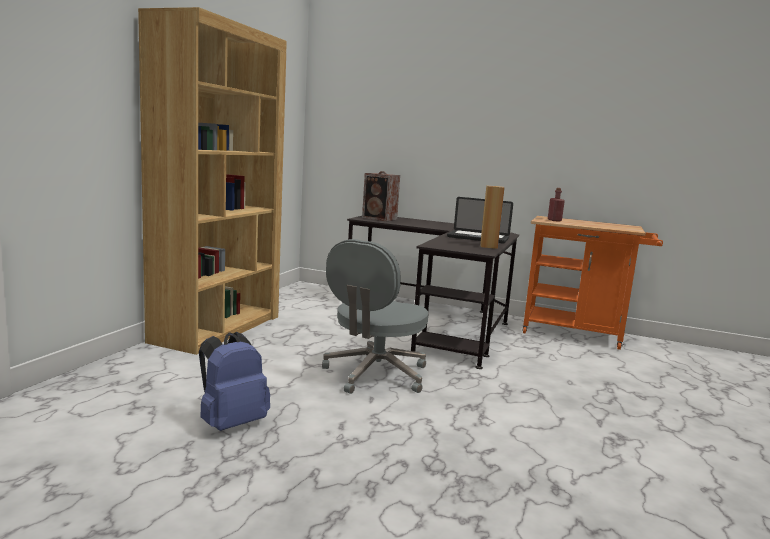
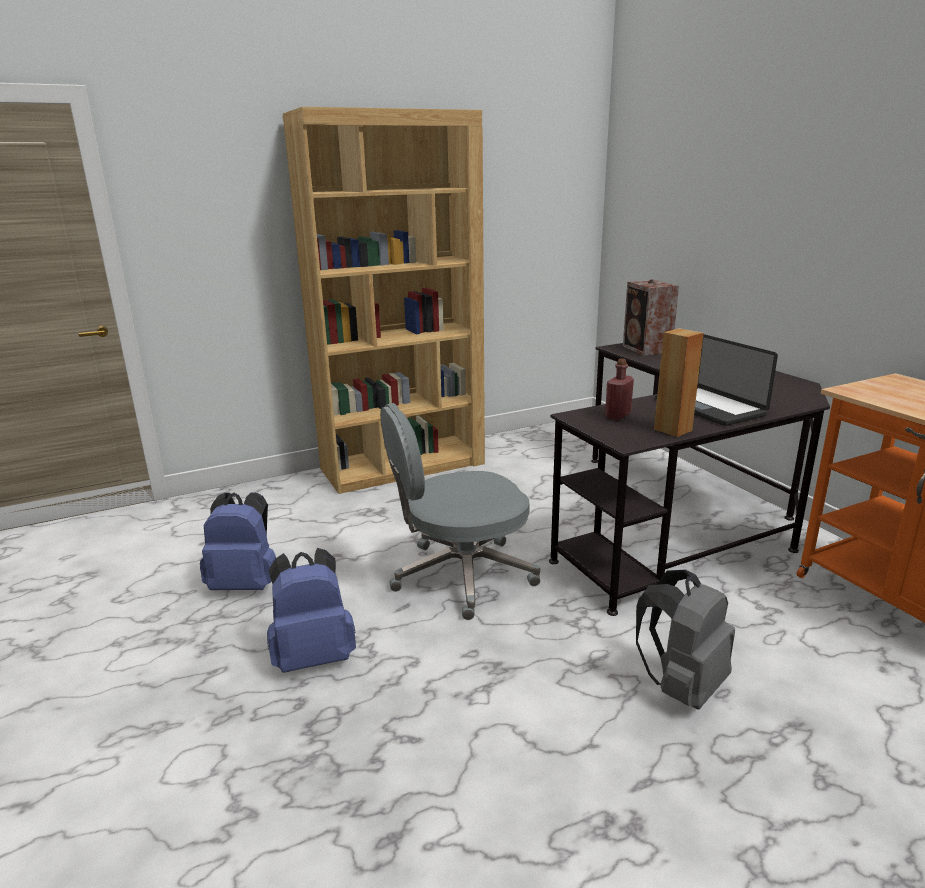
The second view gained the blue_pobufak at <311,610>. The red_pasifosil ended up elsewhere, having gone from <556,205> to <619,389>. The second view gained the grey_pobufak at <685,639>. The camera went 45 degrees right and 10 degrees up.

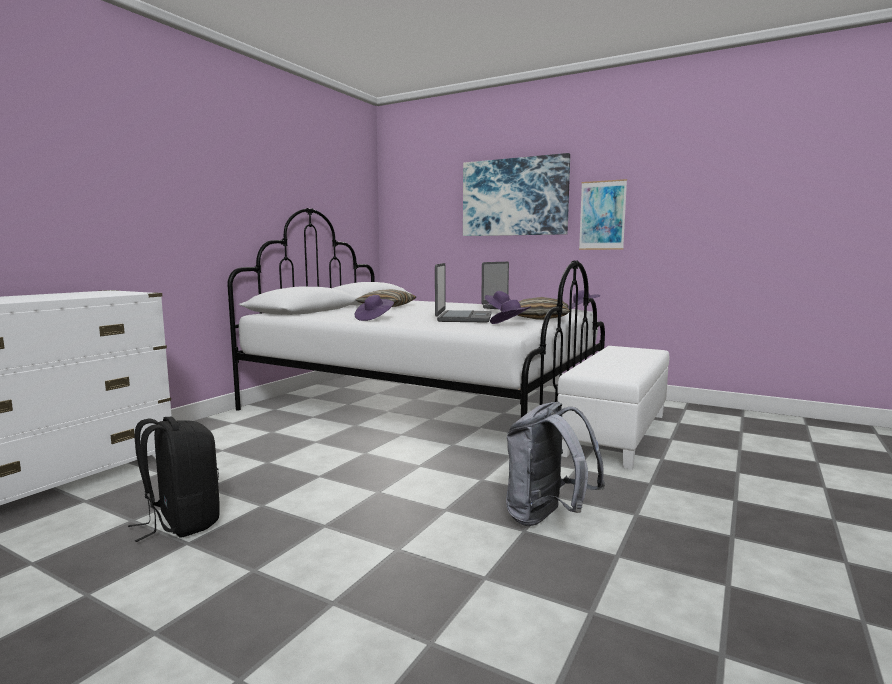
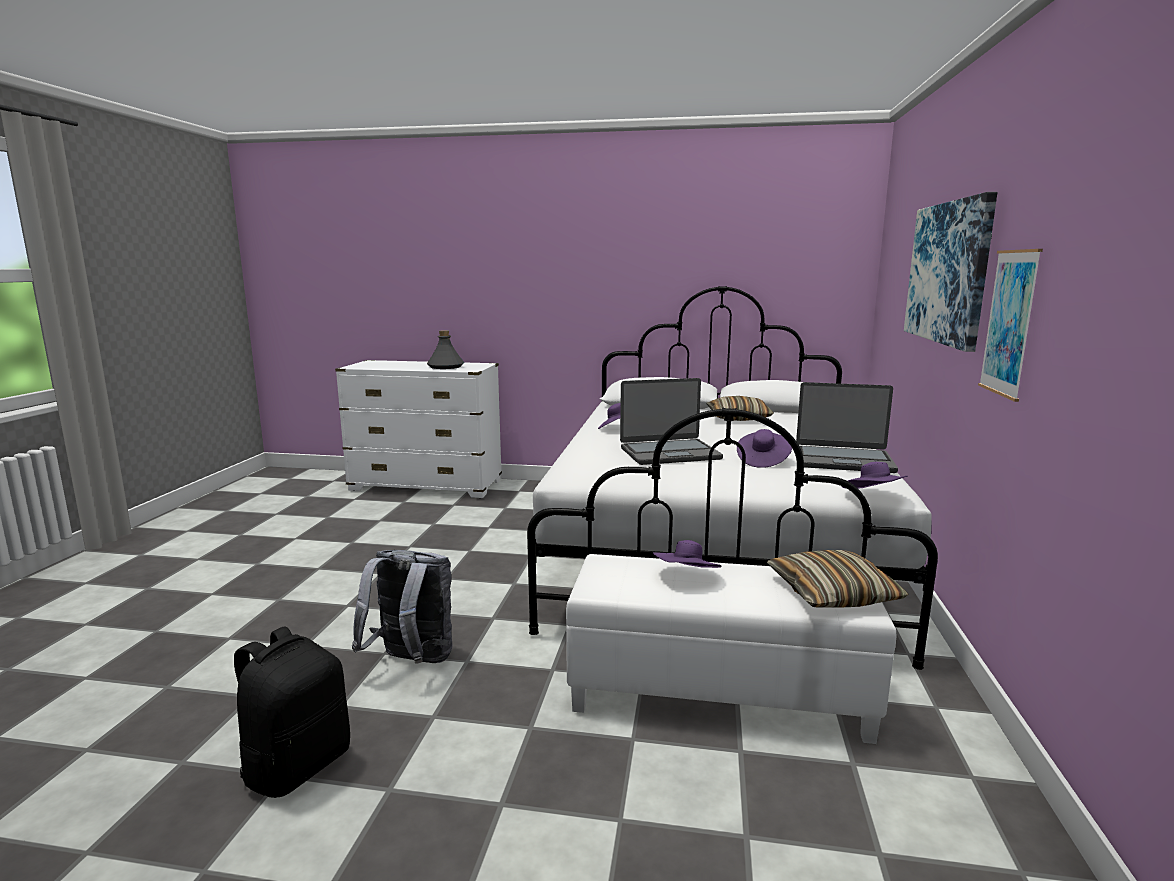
The black_pobufak ended up elsewhere, having gone from <174,479> to <292,712>. The second view gained the grey_pasifosil at <445,349>. The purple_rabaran ended up elsewhere, having gone from <510,312> to <687,554>. The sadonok ended up elsewhere, having gone from <543,308> to <838,579>. The camera went 70 degrees right and 5 degrees up.

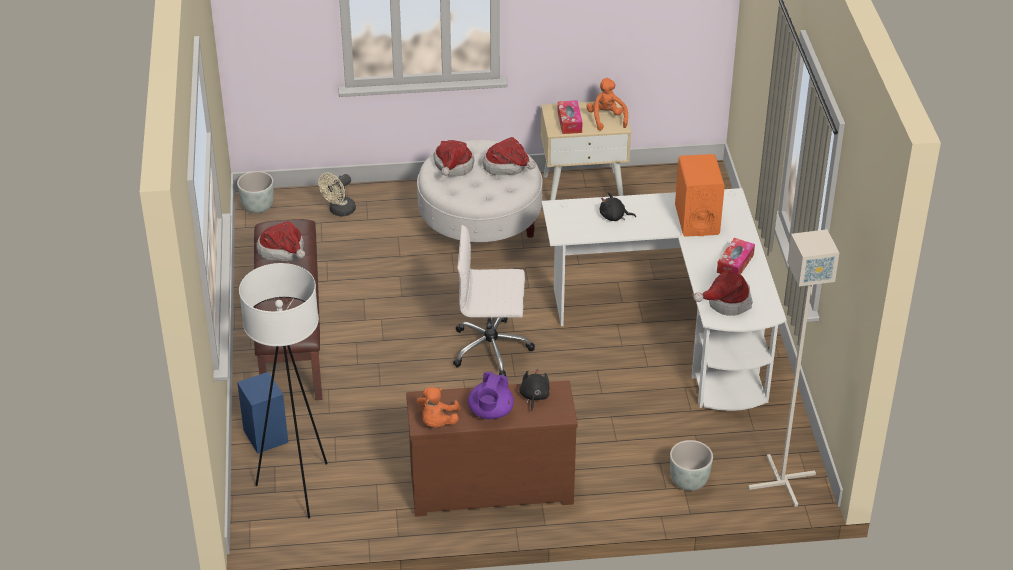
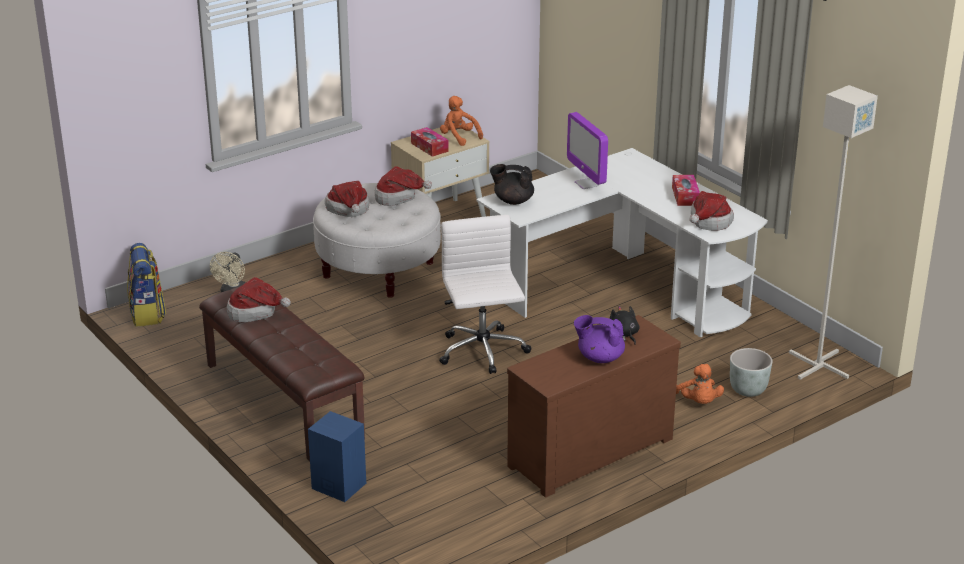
Where the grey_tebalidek stood at <255,192>, the pobufak came to stand at <146,285>. The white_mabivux at <494,301> ended up facing another way, 105 degrees clockwise from before. The second view gained the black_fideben at <512,184>. The second view gained the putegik at <587,150>. The purple_fideben at <491,395> ended up facing another way, 120 degrees clockwise from before. The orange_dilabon ended up elsewhere, having gone from <438,407> to <700,384>. The second view lost the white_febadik at <283,390>. The second view lost the black_dilabon at <618,206>. The second view lost the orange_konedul at <700,195>. The camera went 30 degrees left and 10 degrees down.

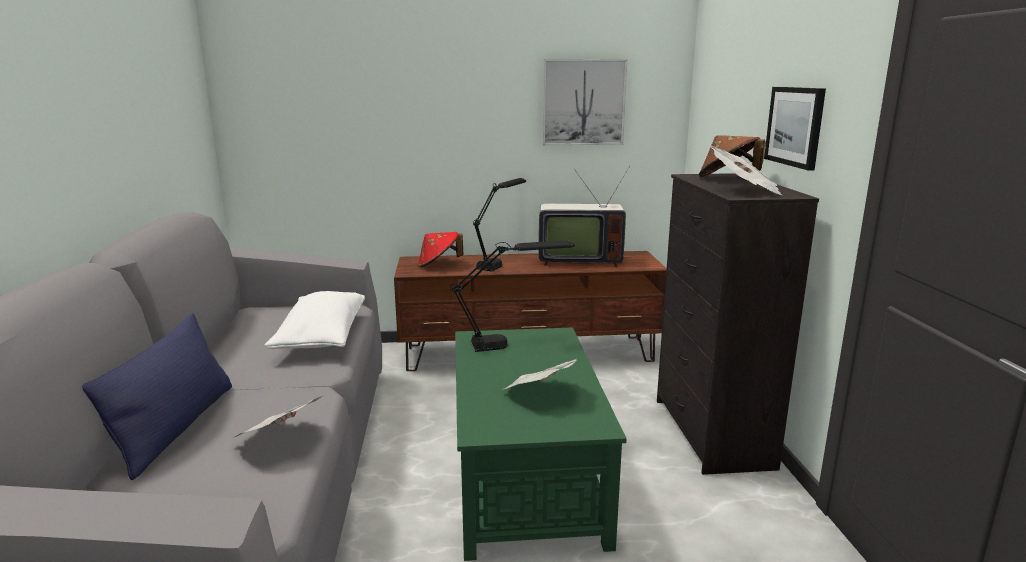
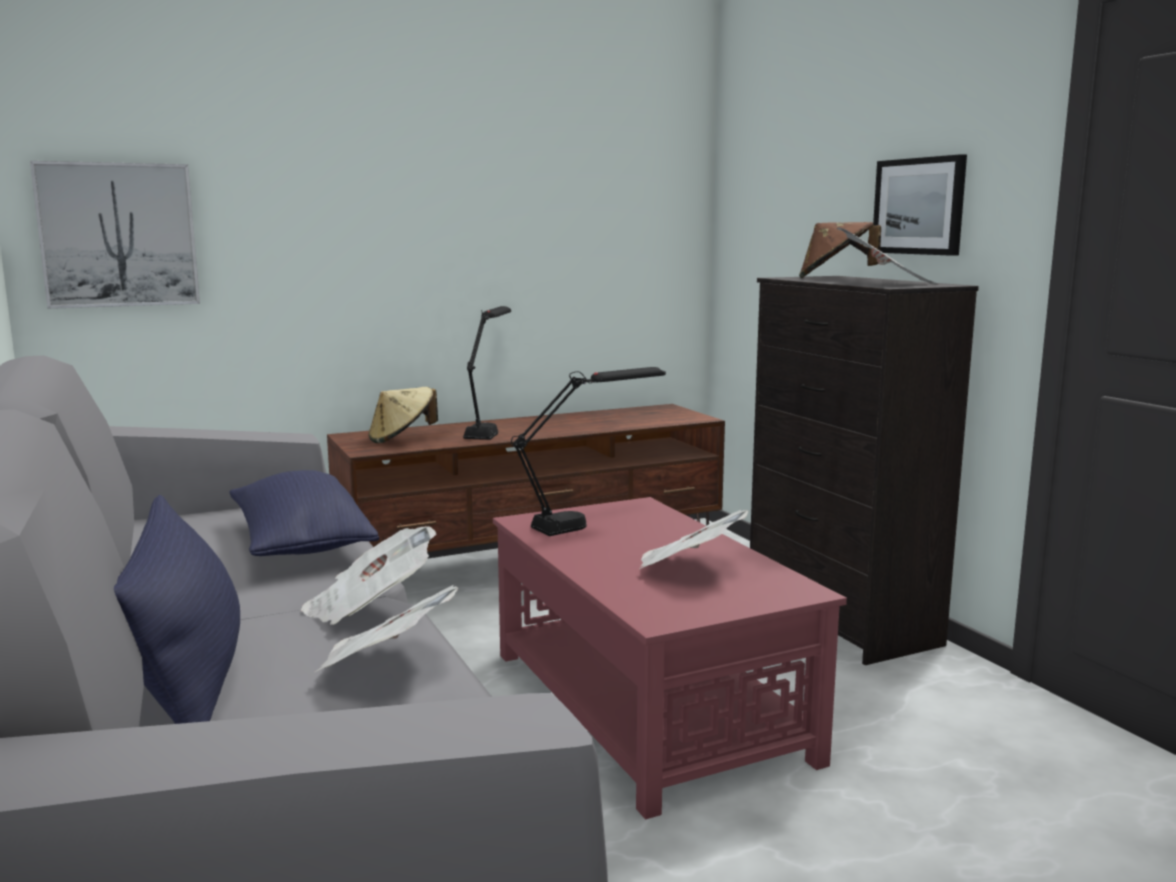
The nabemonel ended up elsewhere, having gone from <584,102> to <115,235>. What was the white_sadonok at <314,320> turned into the blue_sadonok at <304,513>. The second view gained the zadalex at <368,575>. What was the red_rabaran at <440,250> turned into the beige_rabaran at <403,415>. What was the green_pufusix at <541,444> turned into the red_pufusix at <670,658>. The second view lost the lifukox at <584,216>. The camera went 20 degrees left and 5 degrees down.

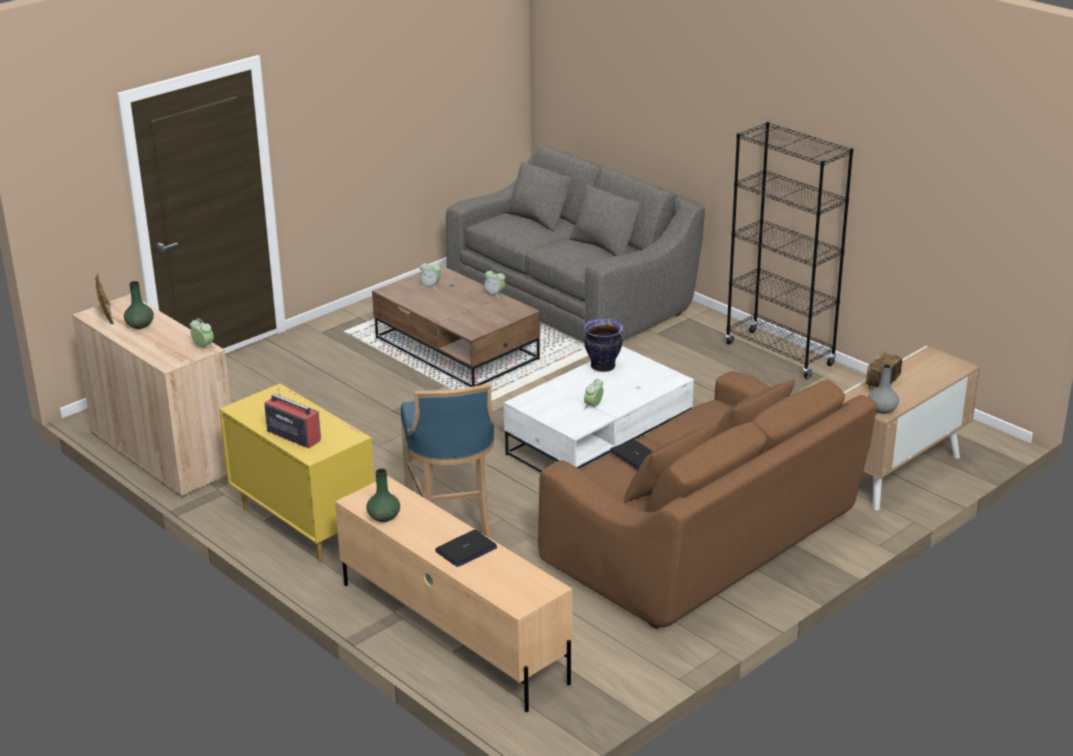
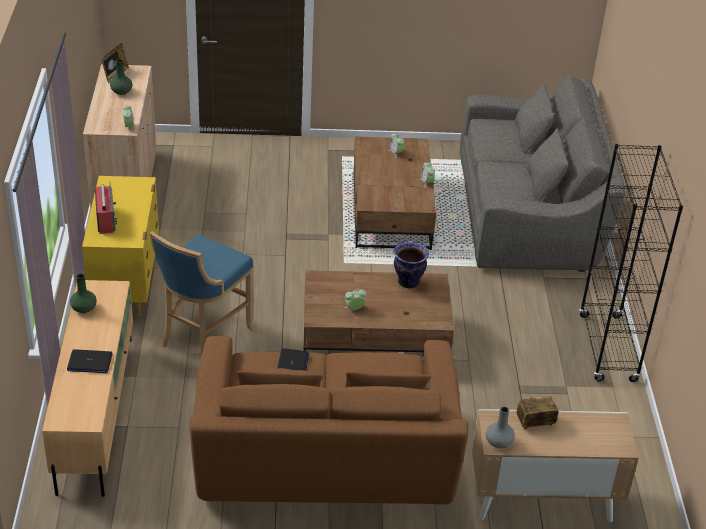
What was the white_pufusix at <599,409> turned into the brown_pufusix at <379,311>. The camera went 40 degrees right and 10 degrees up.

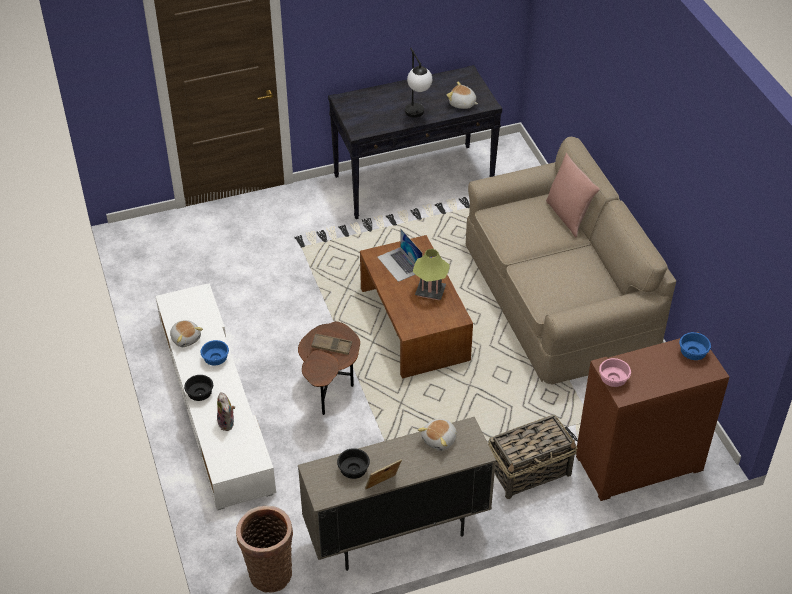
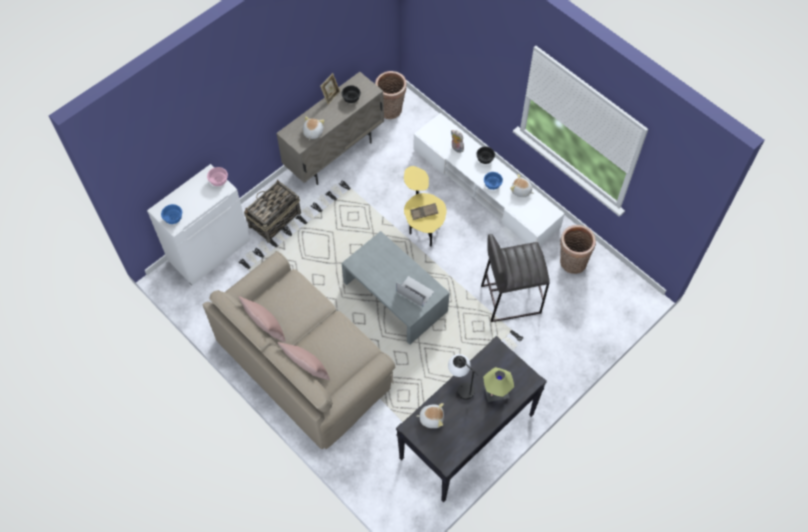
What was the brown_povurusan at <652,416> turned into the white_povurusan at <198,224>. The second view gained the pink_sadonok at <262,319>. What was the brown_pufusix at <416,307> turned into the grey_pufusix at <396,287>. What was the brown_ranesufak at <329,368> turned into the yellow_ranesufak at <425,206>. The second view gained the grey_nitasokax at <515,278>. The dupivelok ended up elsewhere, having gone from <431,274> to <498,384>. The second view gained the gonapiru at <578,249>. The camera went 155 degrees right and 15 degrees up.

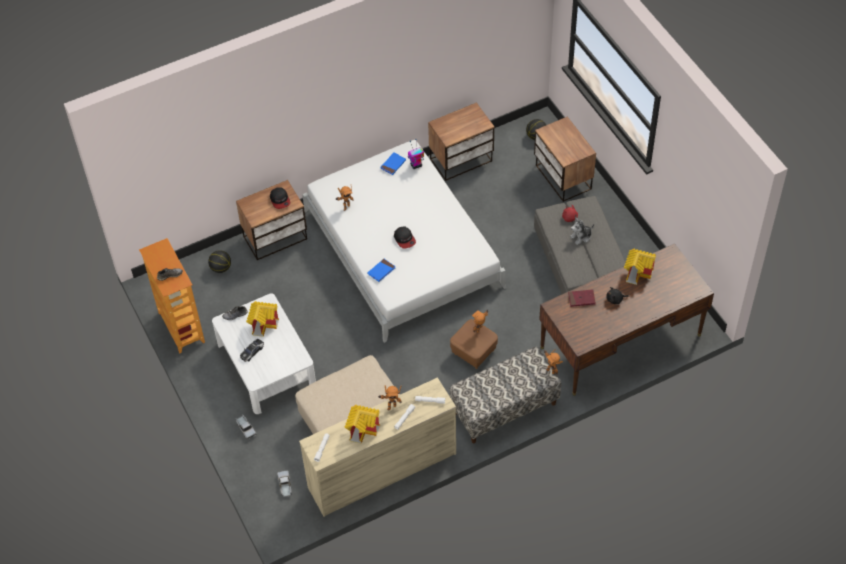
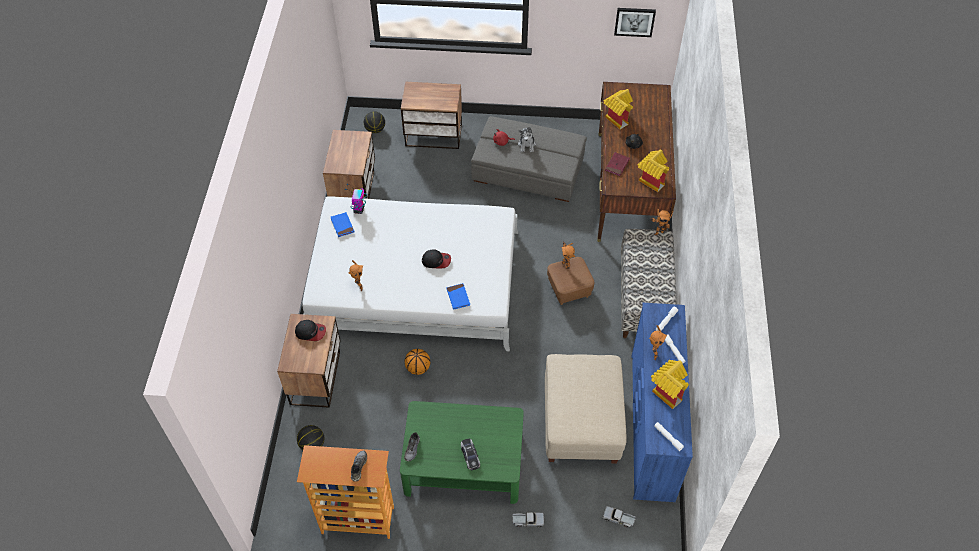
What was the white_pufusix at <264,353> turned into the green_pufusix at <462,452>. The second view gained the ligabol at <417,362>. The second view gained the nabemonel at <635,22>. What was the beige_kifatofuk at <377,447> turned into the blue_kifatofuk at <662,402>. The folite ended up elsewhere, having gone from <262,319> to <653,170>. The camera went 60 degrees left and 0 degrees up.

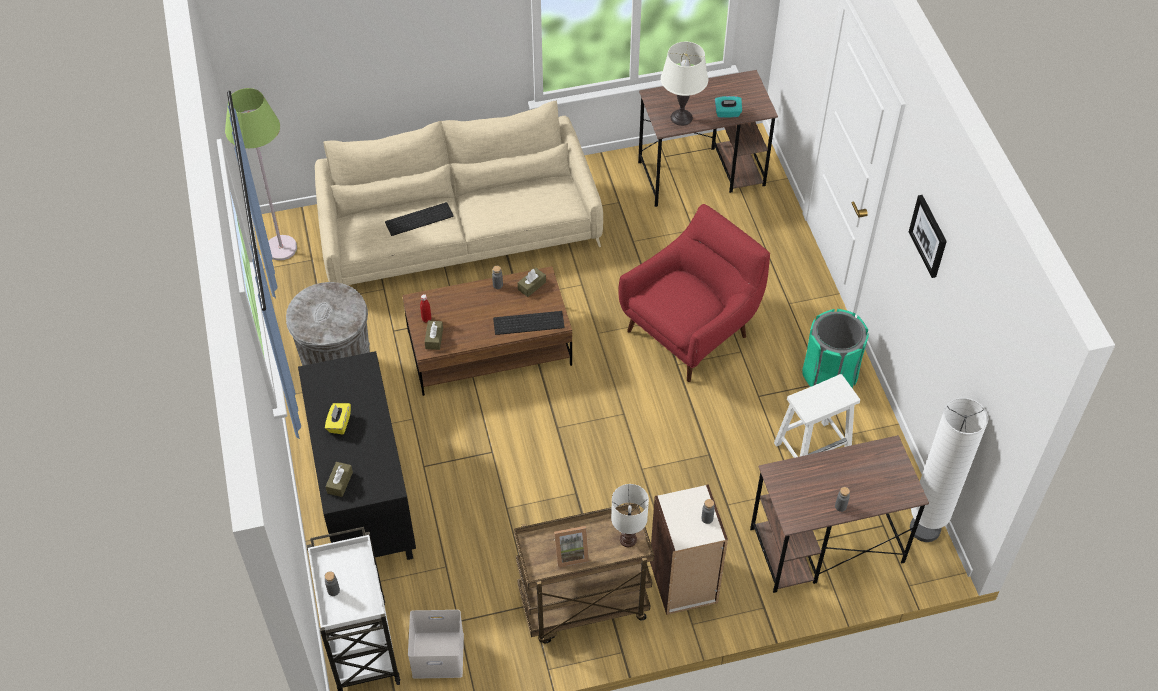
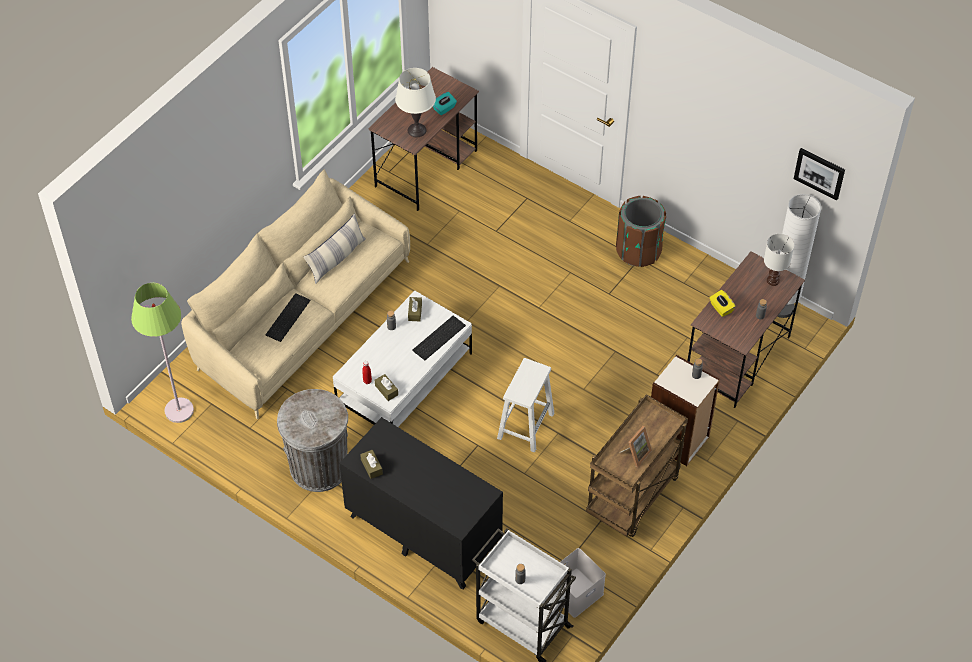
The second view gained the sadonok at <335,248>. What was the brown_pufusix at <487,331> turned into the white_pufusix at <402,358>. The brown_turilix ended up elsewhere, having gone from <339,479> to <371,464>. The white_nitasokax ended up elsewhere, having gone from <817,416> to <526,405>. What was the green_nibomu at <835,349> turned into the brown_nibomu at <641,231>. The yellow_turilix ended up elsewhere, having gone from <338,419> to <723,303>. The white_dupivelok ended up elsewhere, having gone from <630,515> to <779,260>. The nabemonel ended up elsewhere, having gone from <928,236> to <819,174>. The second view lost the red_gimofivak at <694,293>. The camera went 40 degrees left and 0 degrees up.

